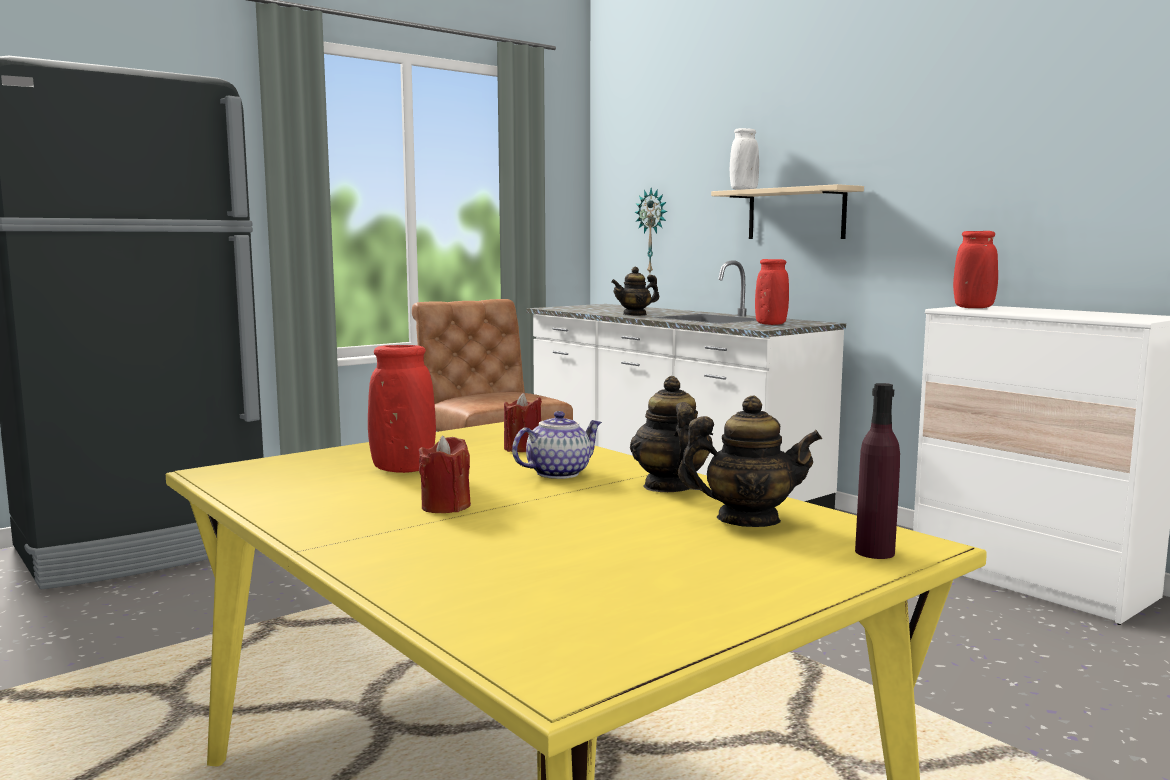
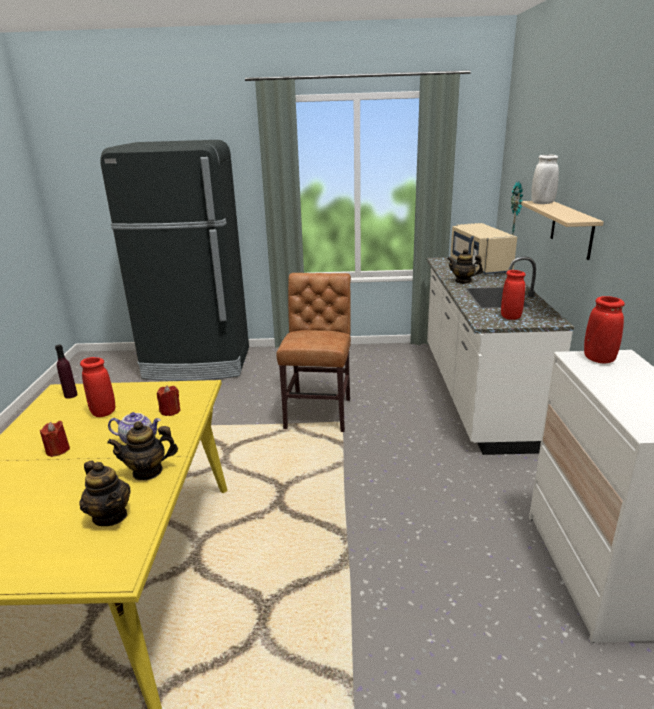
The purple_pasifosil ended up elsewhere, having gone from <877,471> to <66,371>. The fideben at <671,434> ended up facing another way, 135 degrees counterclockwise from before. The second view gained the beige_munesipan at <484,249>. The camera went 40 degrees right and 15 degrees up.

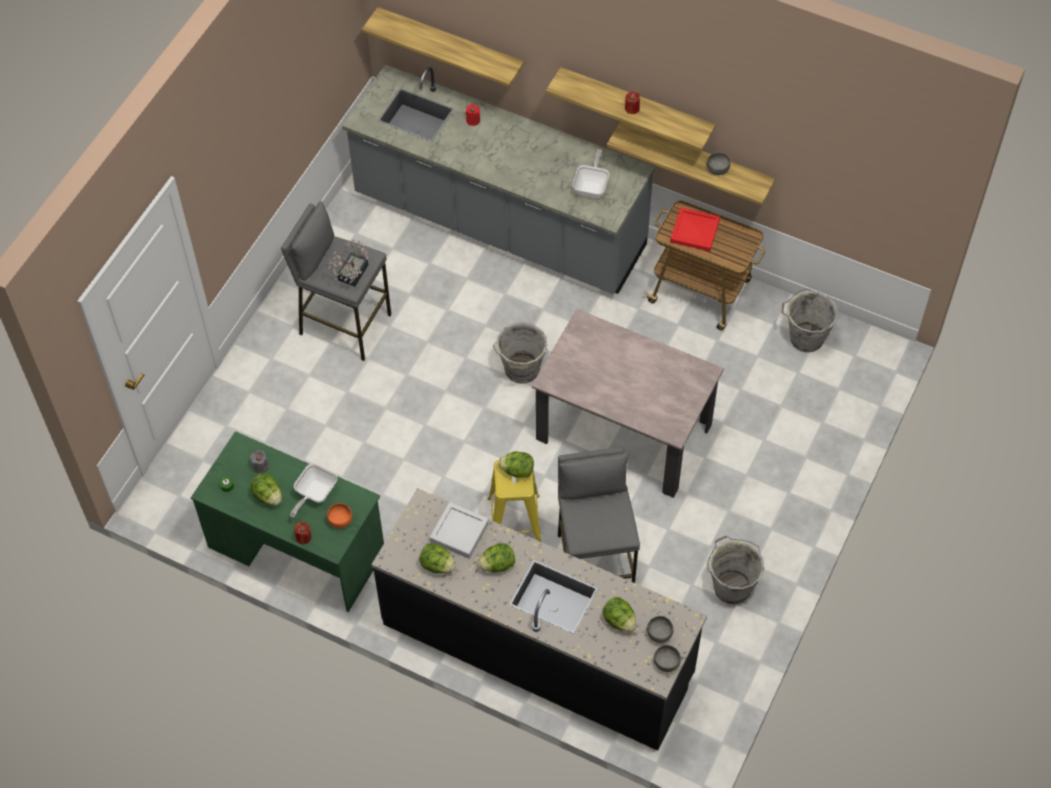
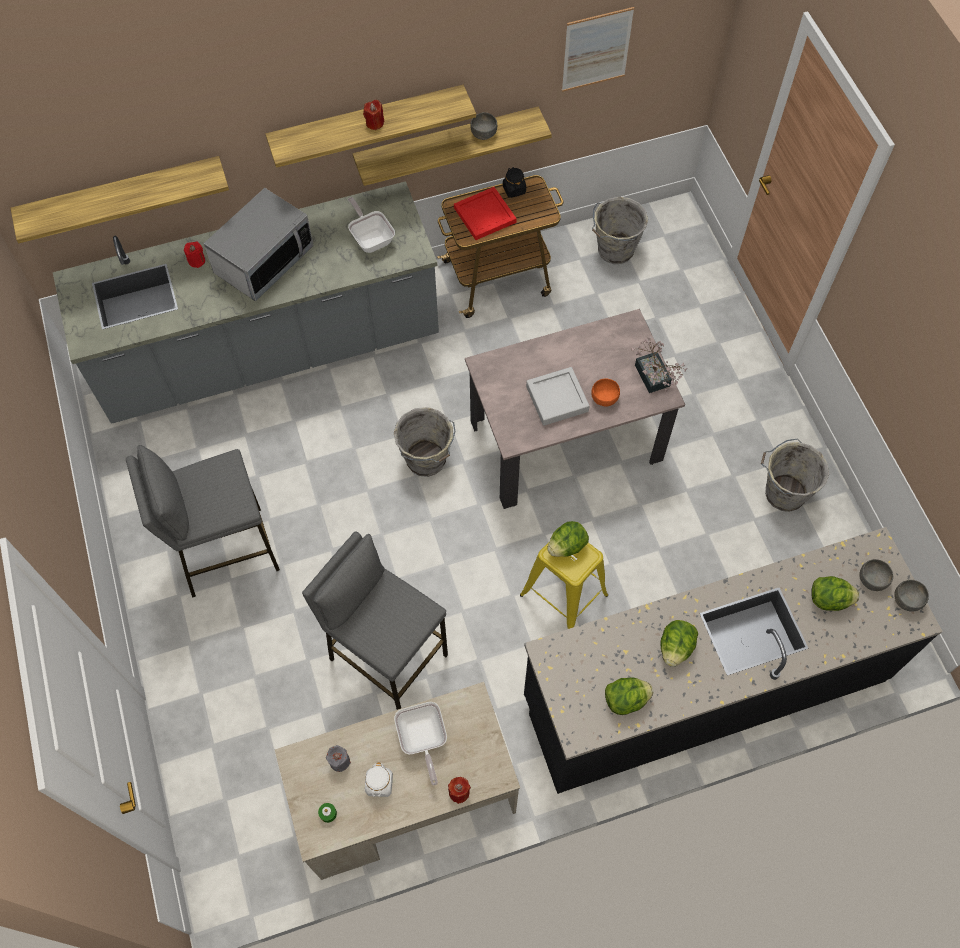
The second view gained the munesipan at <259,244>. What was the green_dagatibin at <287,521> turned into the beige_dagatibin at <397,781>. The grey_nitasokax ended up elsewhere, having gone from <599,515> to <375,620>. Where the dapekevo stood at <266,489>, the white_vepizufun came to stand at <379,779>. The second view gained the black_vepizufun at <514,182>. The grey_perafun ended up elsewhere, having gone from <459,530> to <558,396>. The second view gained the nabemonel at <598,49>. The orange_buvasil ended up elsewhere, having gone from <339,515> to <605,392>. The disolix ended up elsewhere, having gone from <348,263> to <659,365>. The camera went 45 degrees left and 5 degrees up.

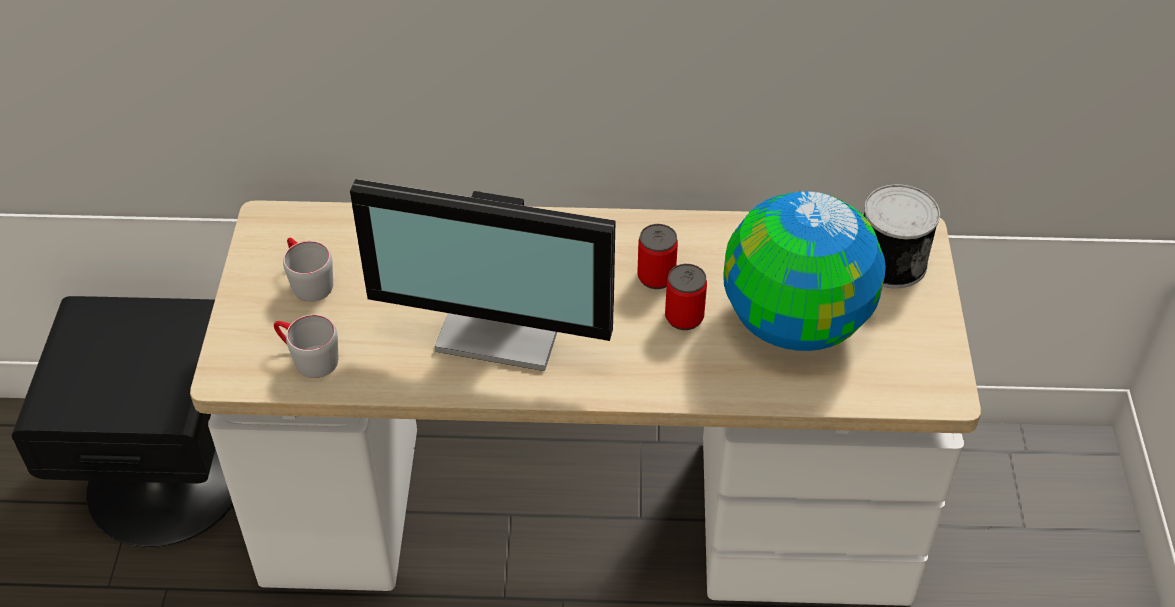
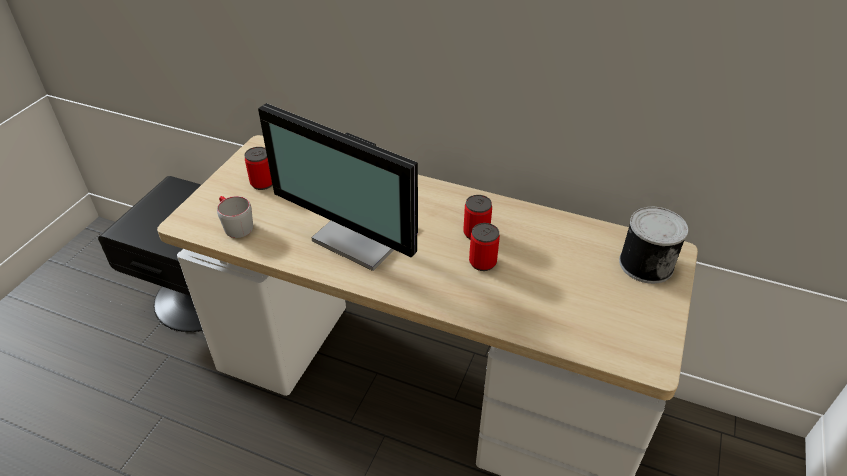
Where the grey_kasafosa stood at <308,270>, the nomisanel came to stand at <258,168>. The second view lost the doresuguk at <804,271>. The camera went 20 degrees right and 5 degrees down.

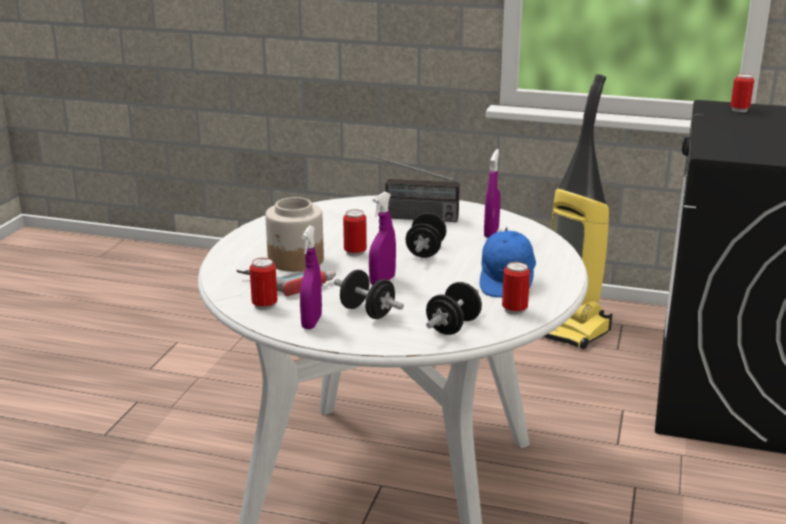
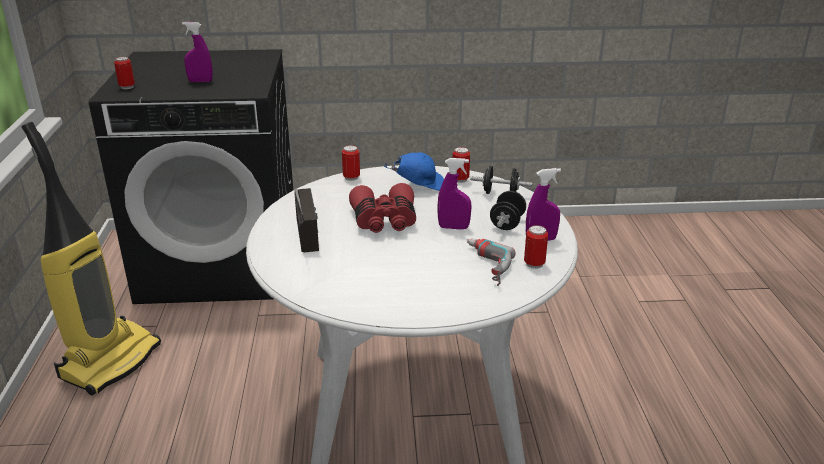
The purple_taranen ended up elsewhere, having gone from <492,193> to <197,52>. The nomisanel ended up elsewhere, having gone from <355,233> to <351,163>. Where the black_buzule stood at <426,235>, the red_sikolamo came to stand at <382,208>. The second view lost the vepizufun at <294,234>. The camera went 110 degrees left and 5 degrees up.

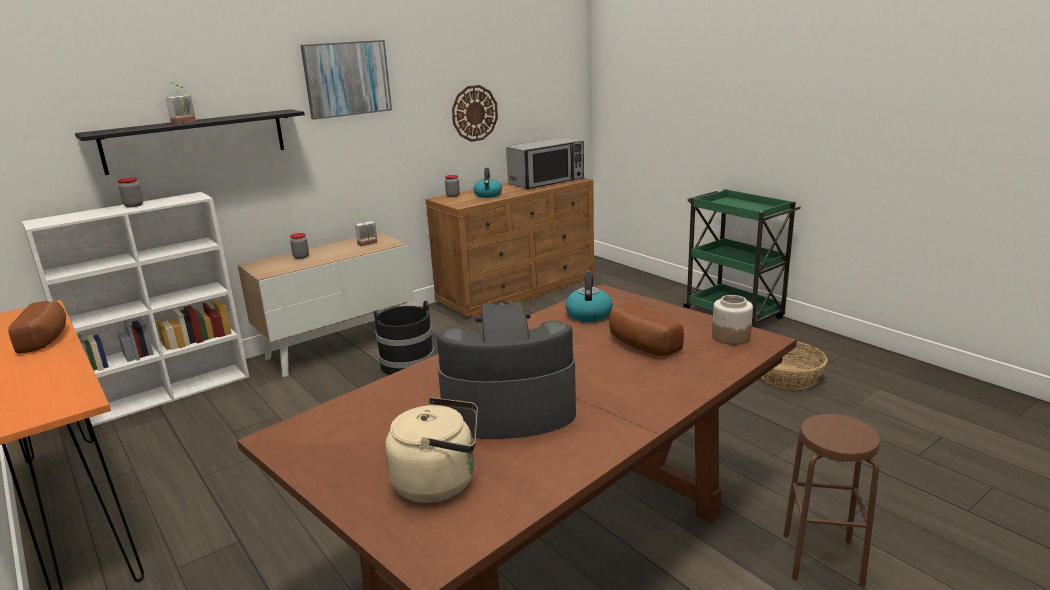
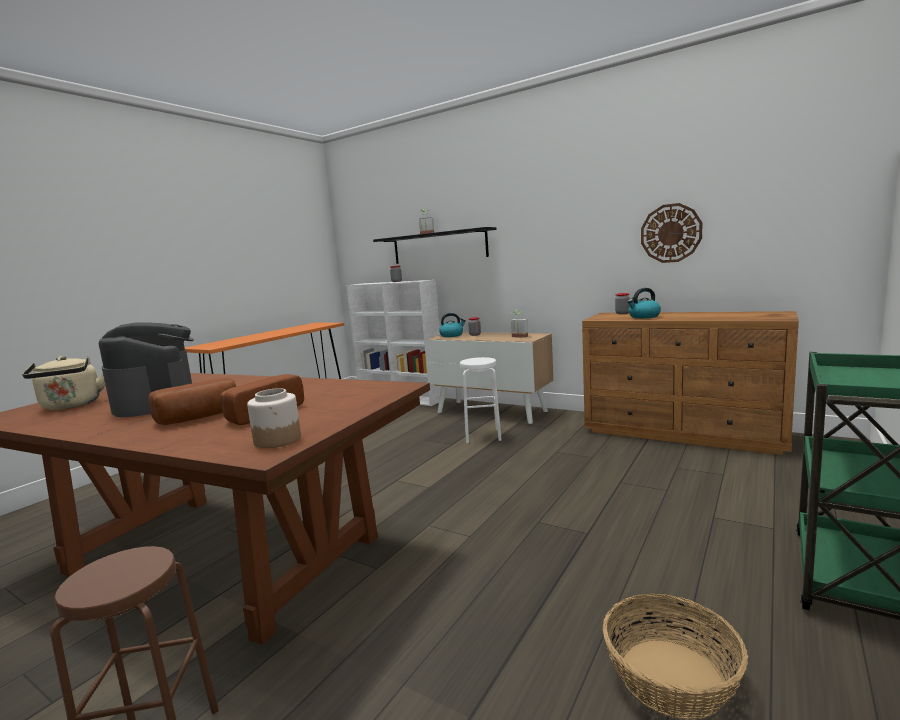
The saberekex ended up elsewhere, having gone from <37,327> to <192,401>. The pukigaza ended up elsewhere, having gone from <589,297> to <452,325>. Where the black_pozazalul stood at <404,338>, the white_nitasokax came to stand at <480,400>. The second view lost the nabemonel at <346,80>. The second view lost the munesipan at <545,163>. The camera went 70 degrees right and 10 degrees down.

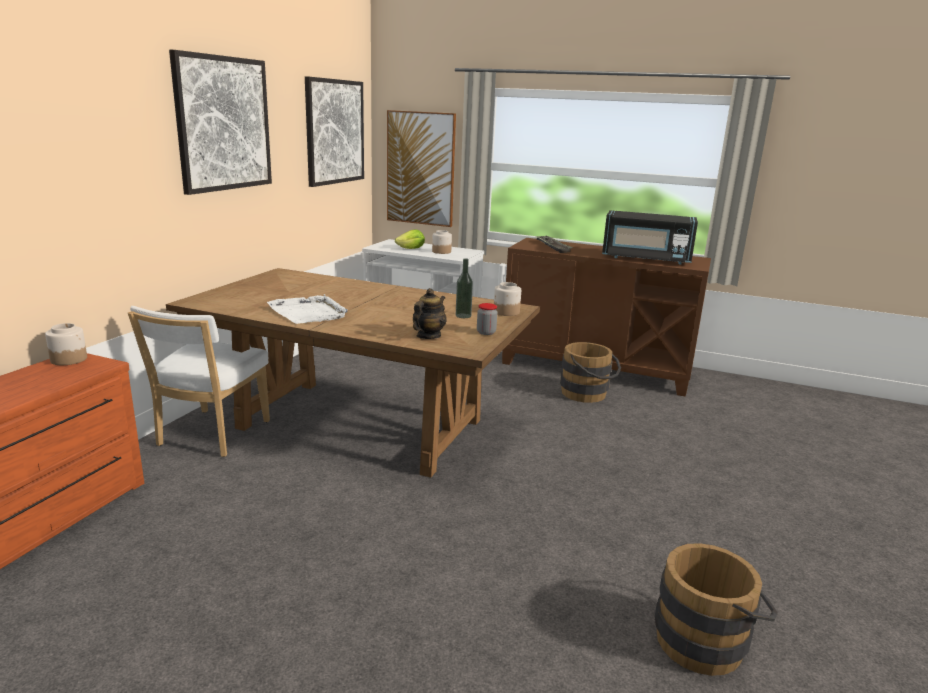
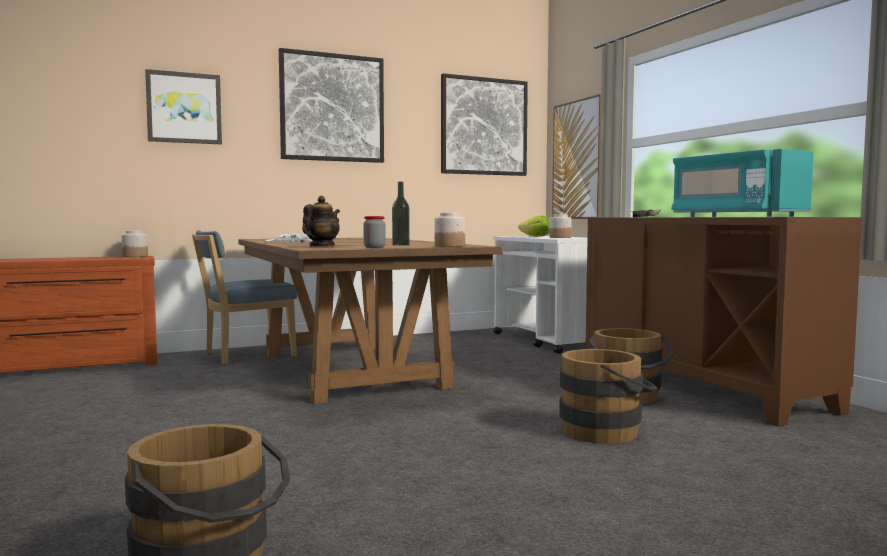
The second view gained the nabemonel at <183,106>. What was the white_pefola at <199,381> turned into the blue_pefola at <244,297>. The fideben at <430,313> ended up facing another way, 45 degrees counterclockwise from before. The second view gained the brown_pozazalul at <608,396>. What was the black_munesipan at <650,237> turned into the turquoise_munesipan at <743,183>. The camera went 45 degrees right and 15 degrees down.

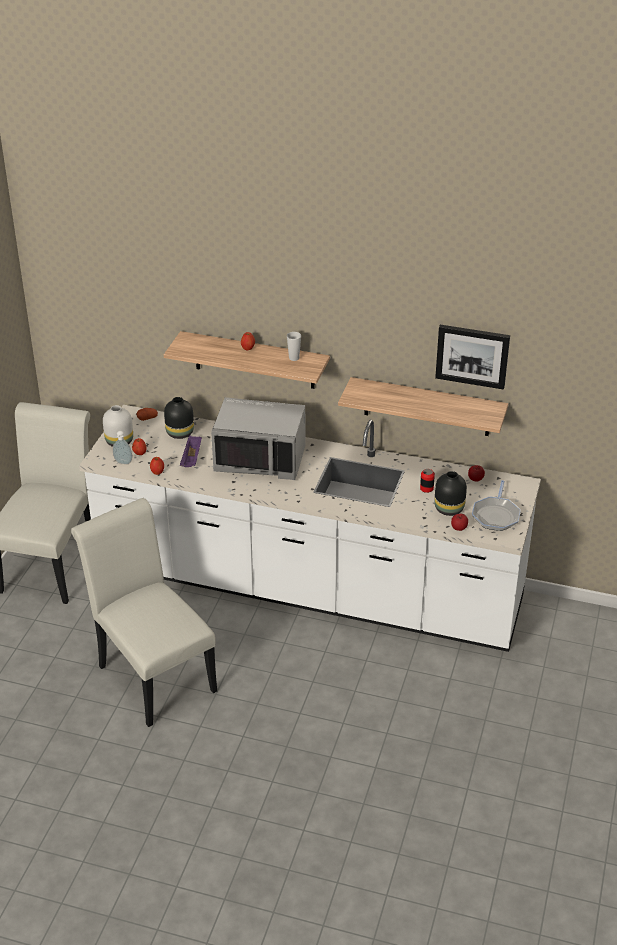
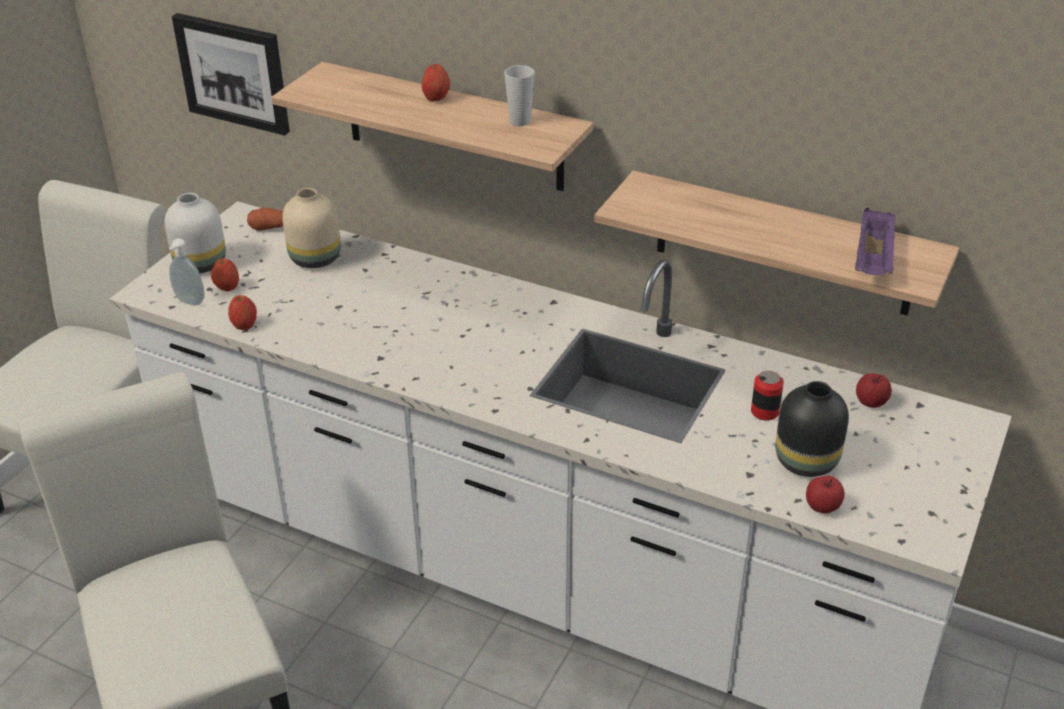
The nabemonel ended up elsewhere, having gone from <472,357> to <231,74>. What was the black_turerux at <179,418> turned into the beige_turerux at <311,228>. The purple_perafun ended up elsewhere, having gone from <191,451> to <875,241>. The second view lost the grey_munesipan at <258,438>. The second view lost the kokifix at <496,505>. The camera went 10 degrees right and 0 degrees up.

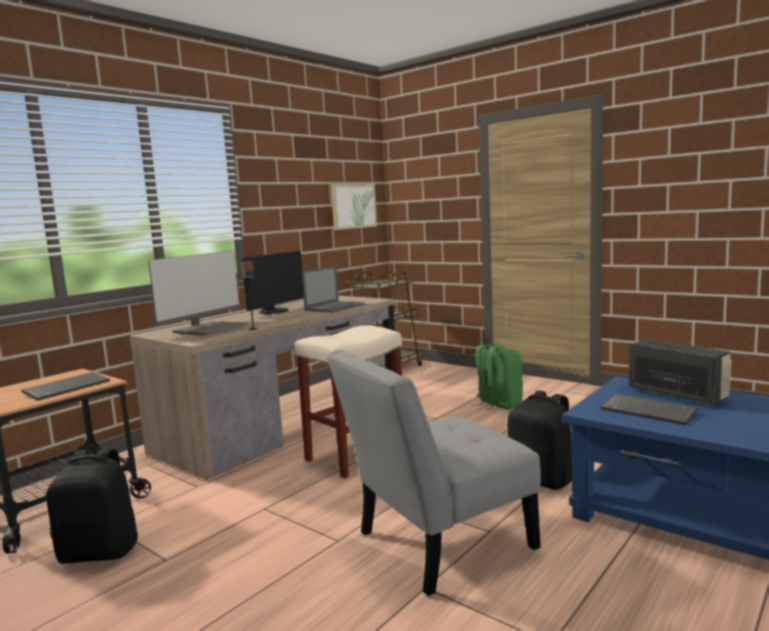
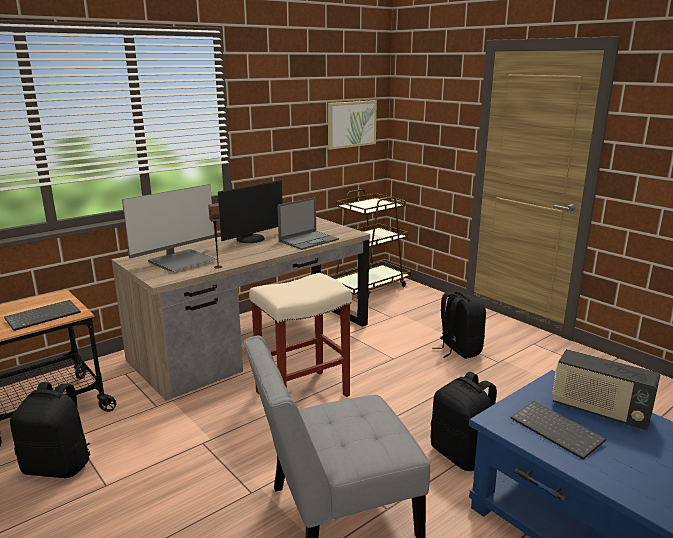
What was the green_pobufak at <497,377> turned into the black_pobufak at <459,325>. The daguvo at <680,372> ended up facing another way, 150 degrees clockwise from before. The camera went 10 degrees right and 10 degrees up.

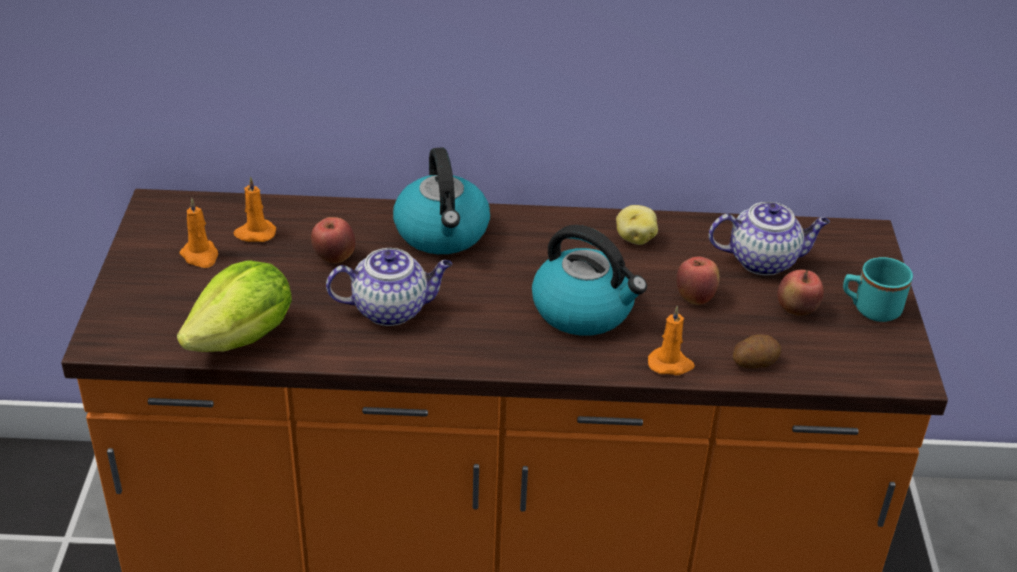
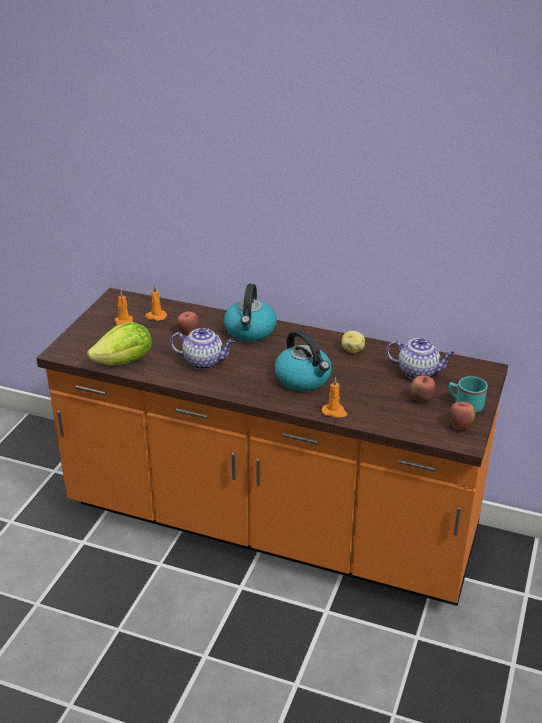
The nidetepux ended up elsewhere, having gone from <698,280> to <462,415>. The second view lost the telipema at <757,351>. The camera went 20 degrees right and 5 degrees down.

